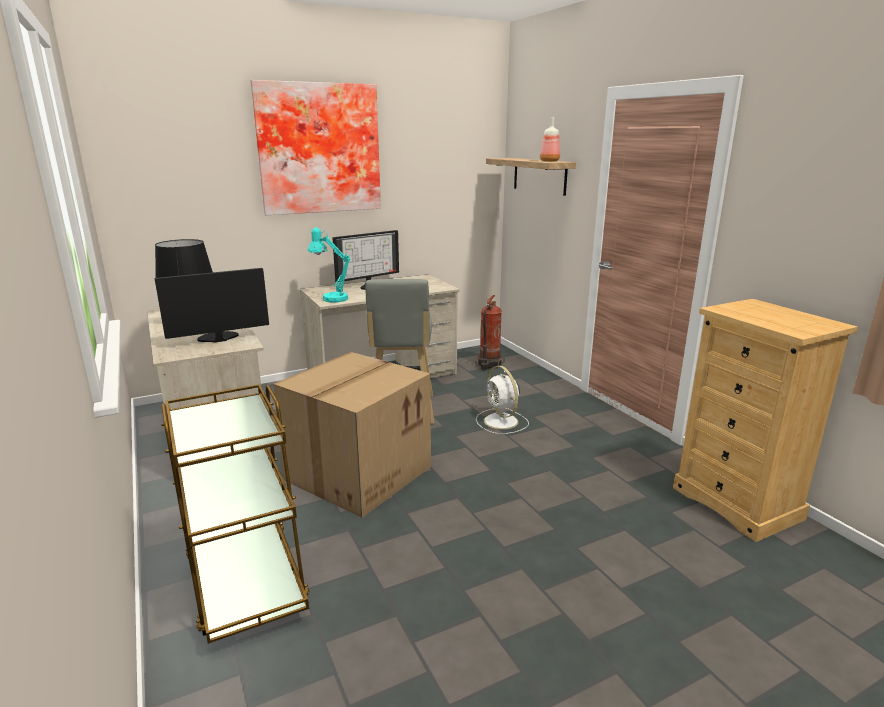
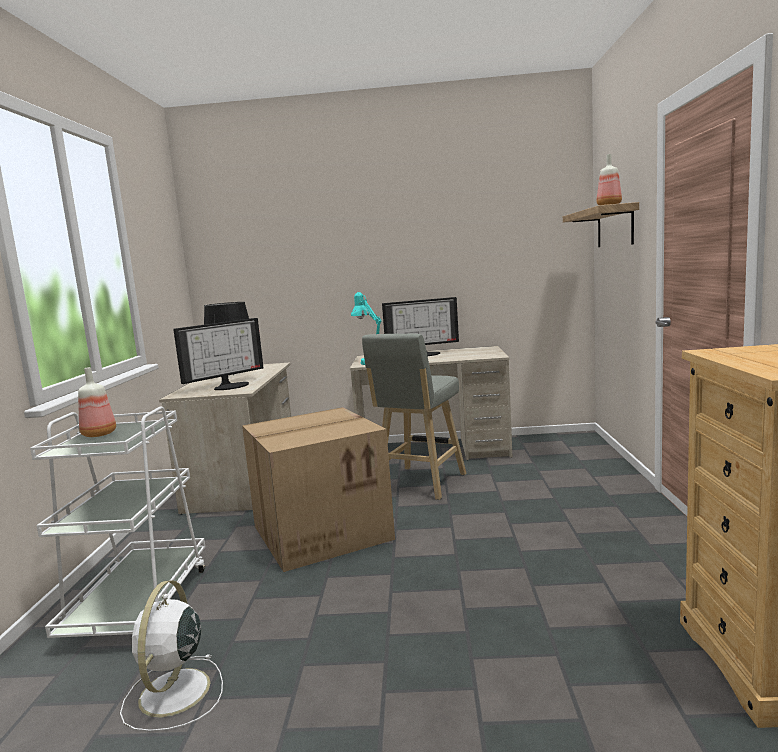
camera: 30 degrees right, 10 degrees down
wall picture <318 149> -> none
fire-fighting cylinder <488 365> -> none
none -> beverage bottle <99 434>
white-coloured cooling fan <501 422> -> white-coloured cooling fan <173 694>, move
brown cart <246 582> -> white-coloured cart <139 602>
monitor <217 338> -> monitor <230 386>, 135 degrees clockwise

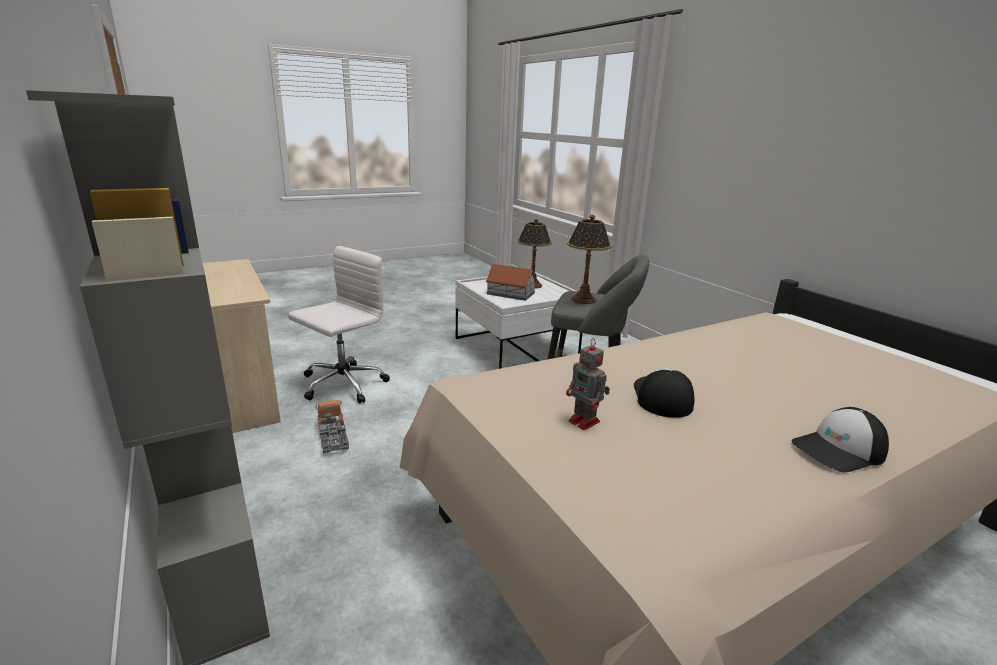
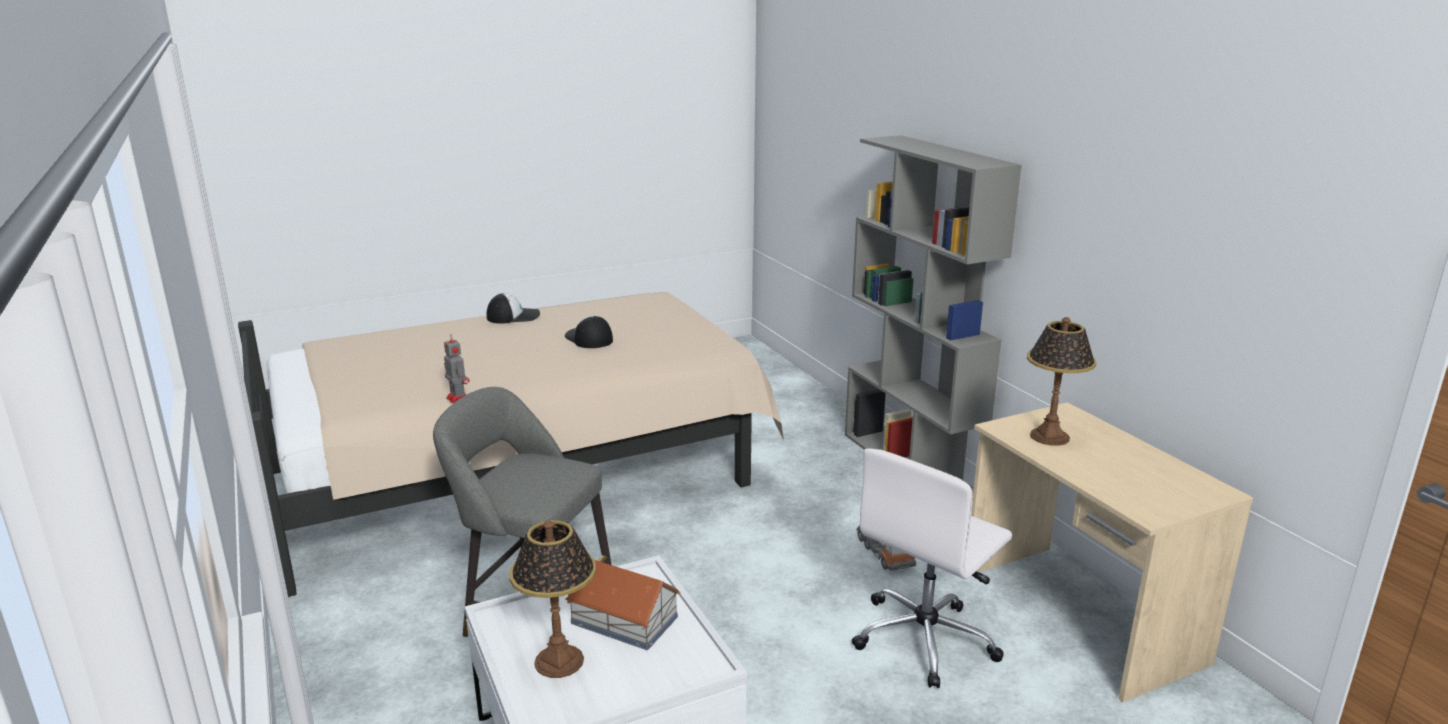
camera: 175 degrees left, 0 degrees up
robot figure <585 422> -> robot figure <457 398>, move
tabletop lamp <583 299> -> tabletop lamp <1050 437>, move
cap <661 397> -> cap <588 339>, 135 degrees clockwise

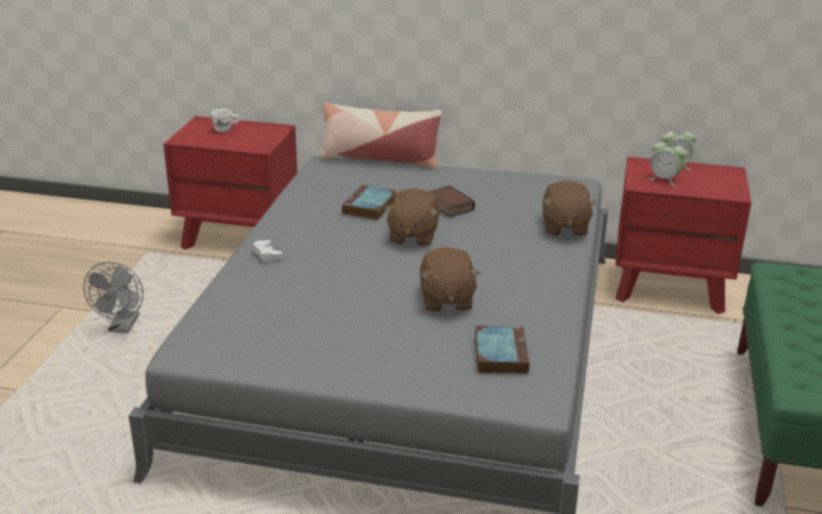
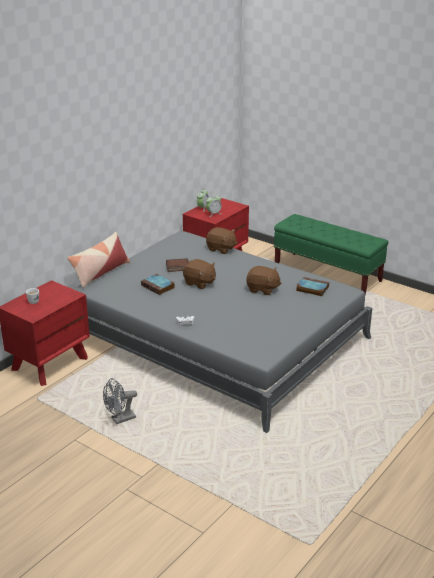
camera: 65 degrees left, 0 degrees up
gray cooling fan <122 327> -> gray cooling fan <120 419>, 120 degrees clockwise

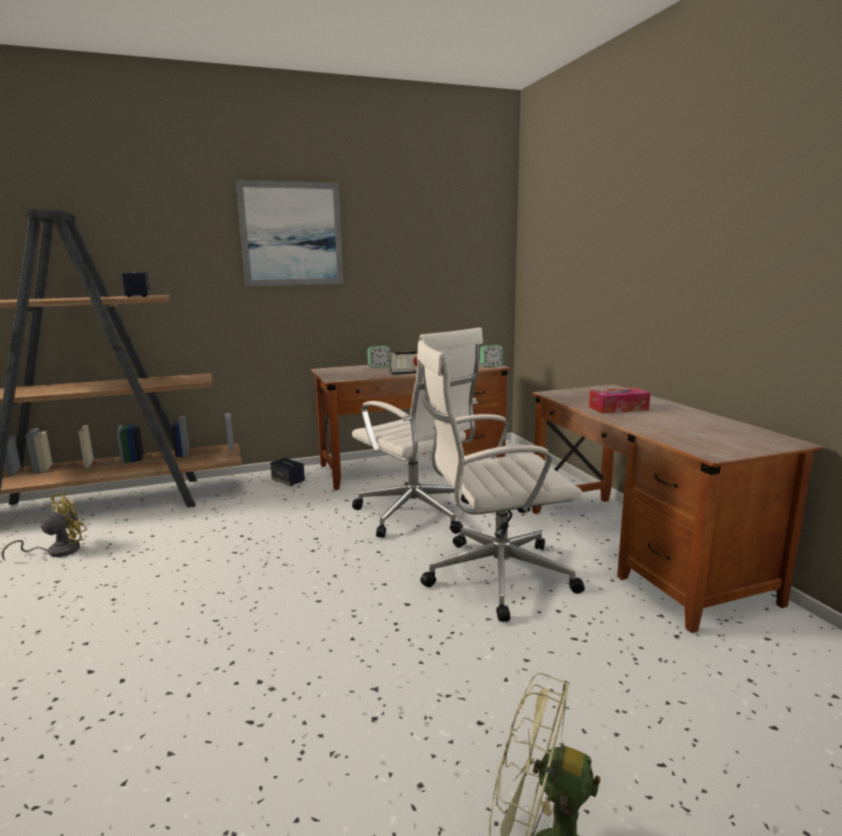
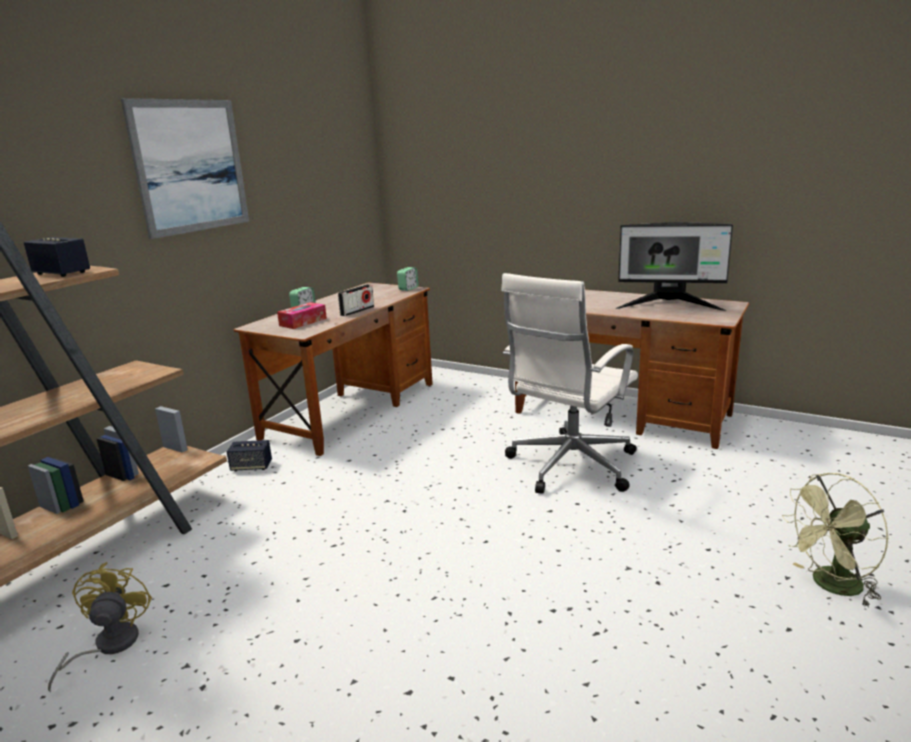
camera: 40 degrees left, 5 degrees up
white-coloured office chair <417 515> -> none
none -> monitor <669 306>
box of tissues <618 408> -> box of tissues <303 322>, move

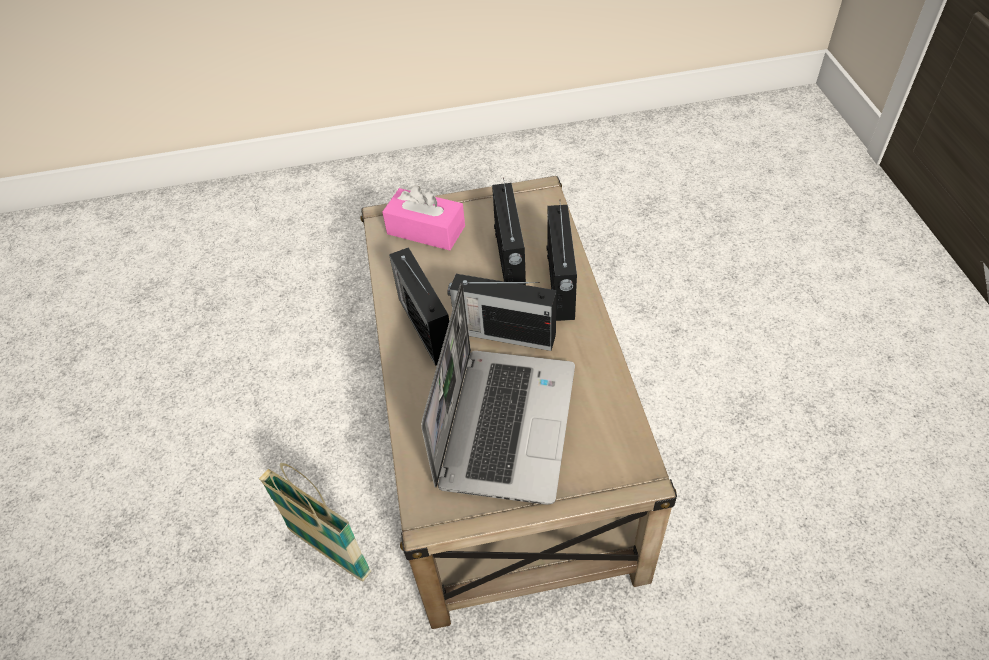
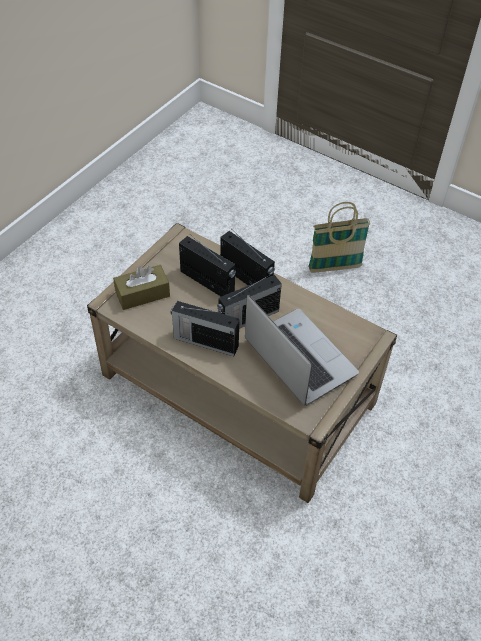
camera: 50 degrees left, 0 degrees up
basket <329 551> -> basket <334 268>, move
pinkish box of tissues <426 230> -> brown box of tissues <142 294>

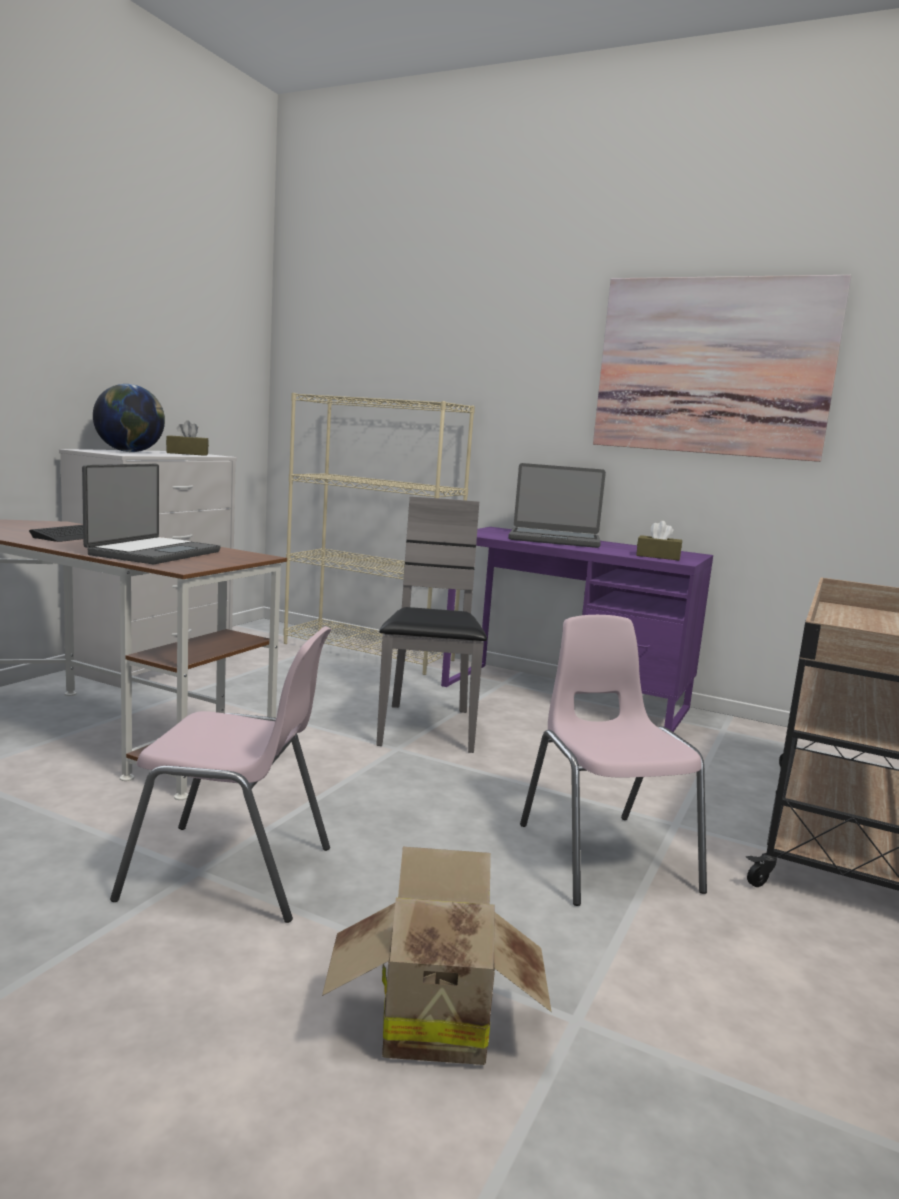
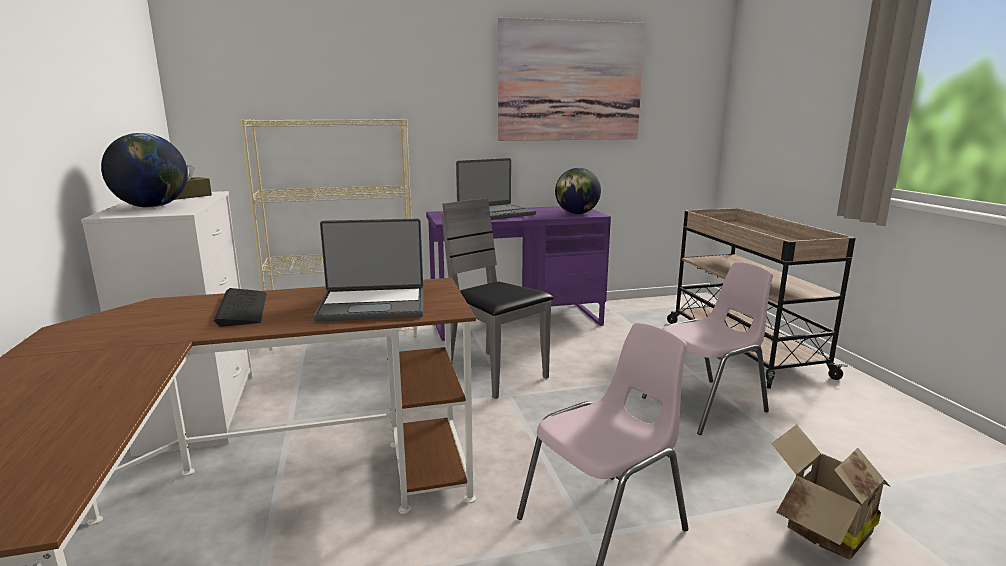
camera: 40 degrees left, 5 degrees up
brown box of tissues <658 556> -> desk globe <577 213>
notebook computer <153 553> -> notebook computer <373 306>, 105 degrees clockwise
pinkish chair <604 855> -> pinkish chair <706 405>, 120 degrees clockwise

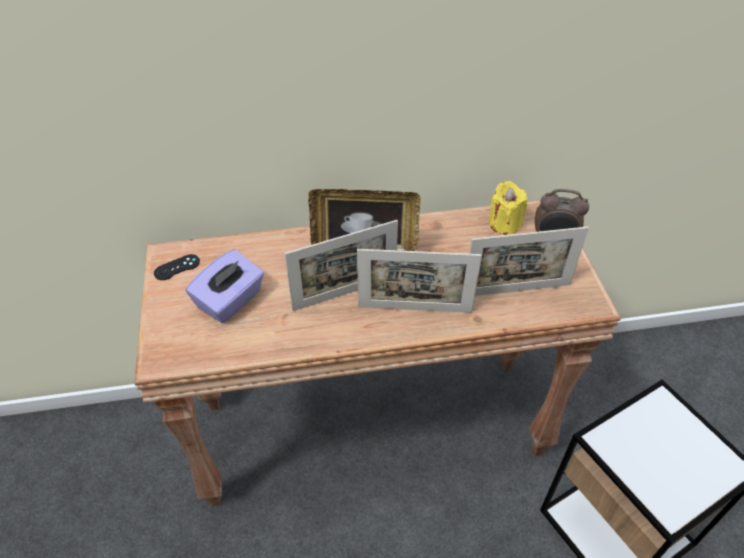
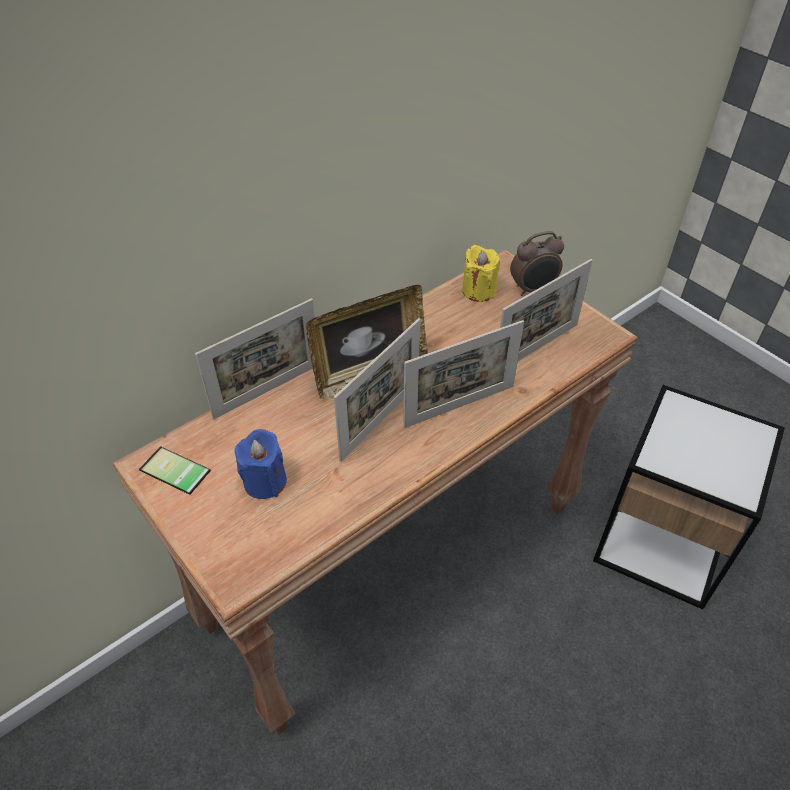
camera: 30 degrees left, 0 degrees up
none -> standing frame <268 390>
black gamepad <177 267> -> handset <172 473>
purple-coloured box of tissues <230 301> -> blue wax light <265 481>

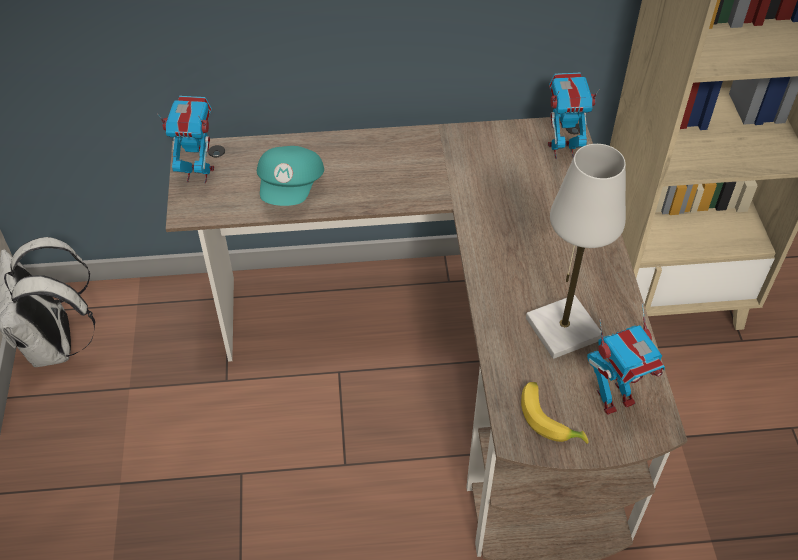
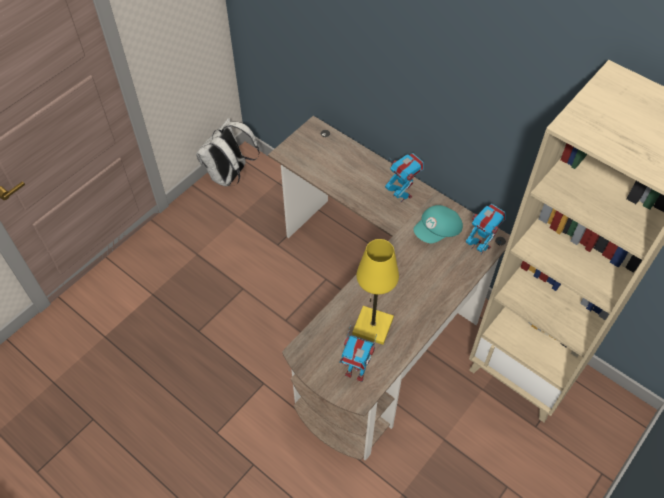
camera: 45 degrees right, 5 degrees up
whole banana <550 418> -> none
robot figure <198 174> -> robot figure <402 195>, move
turquoise-coloured cap <291 188> -> turquoise-coloured cap <438 231>, move
white-coloured tabletop lamp <563 329> -> yellow-coloured tabletop lamp <372 326>

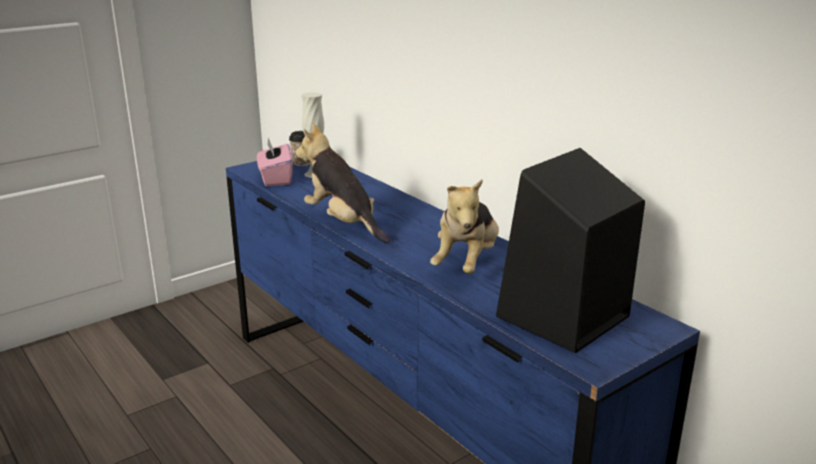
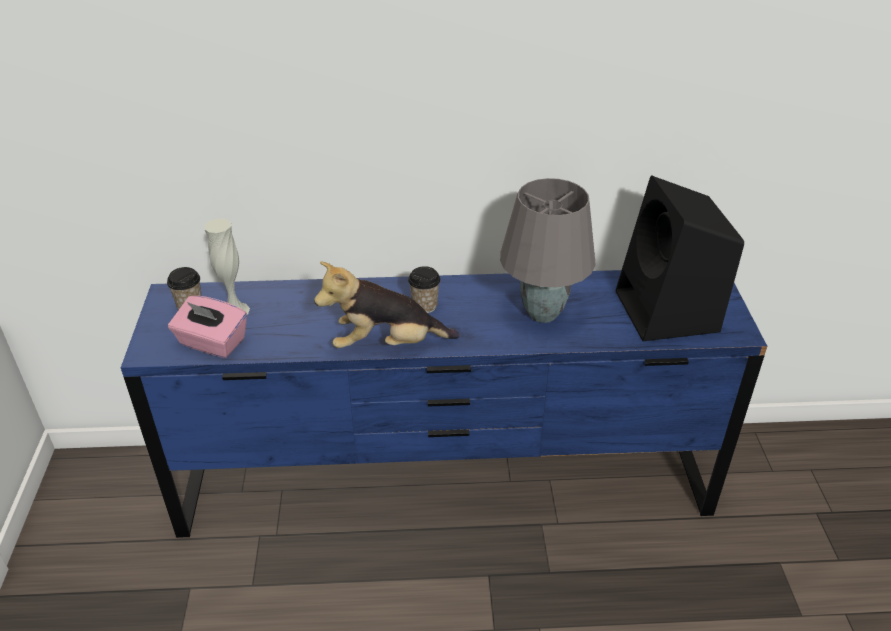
camera: 55 degrees left, 15 degrees up
none -> small cup <424 306>
plush toy <467 263> -> gray tabletop lamp <541 313>

